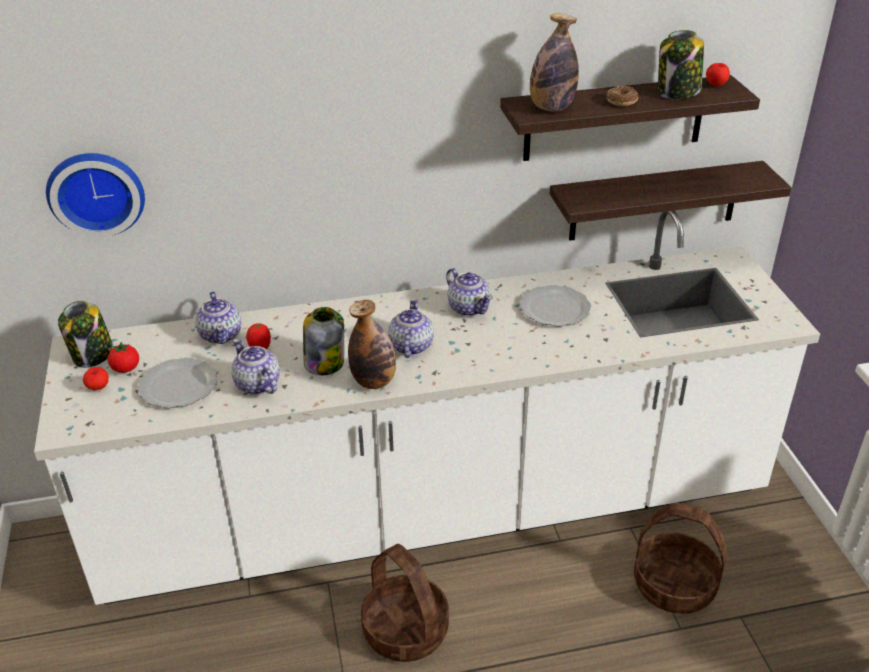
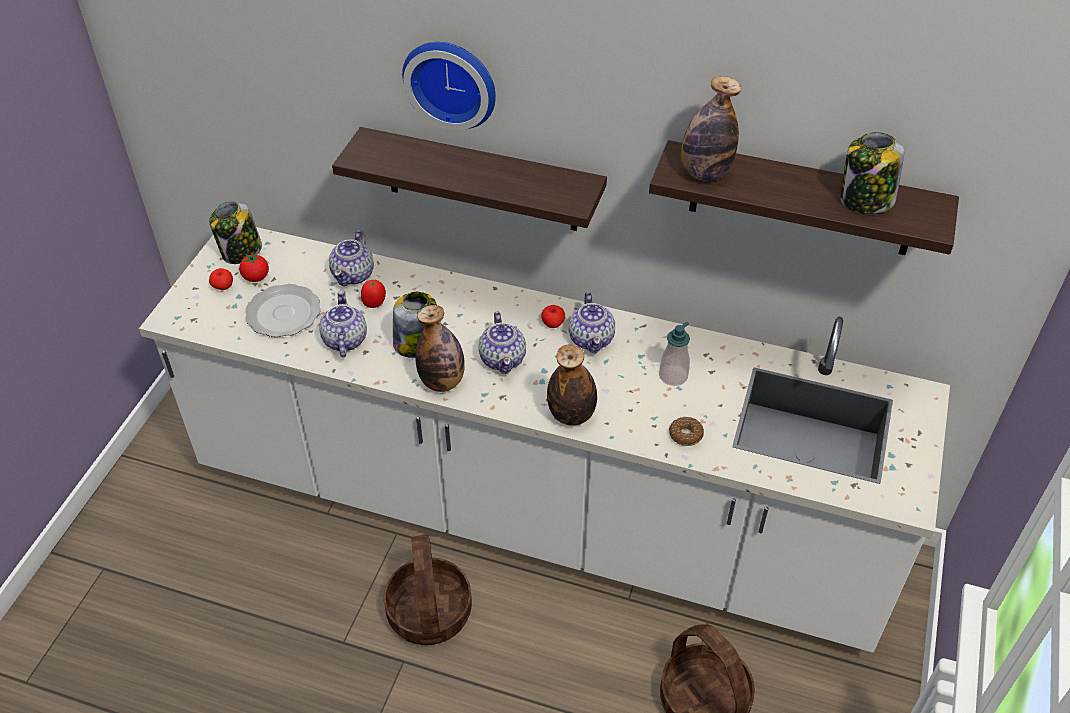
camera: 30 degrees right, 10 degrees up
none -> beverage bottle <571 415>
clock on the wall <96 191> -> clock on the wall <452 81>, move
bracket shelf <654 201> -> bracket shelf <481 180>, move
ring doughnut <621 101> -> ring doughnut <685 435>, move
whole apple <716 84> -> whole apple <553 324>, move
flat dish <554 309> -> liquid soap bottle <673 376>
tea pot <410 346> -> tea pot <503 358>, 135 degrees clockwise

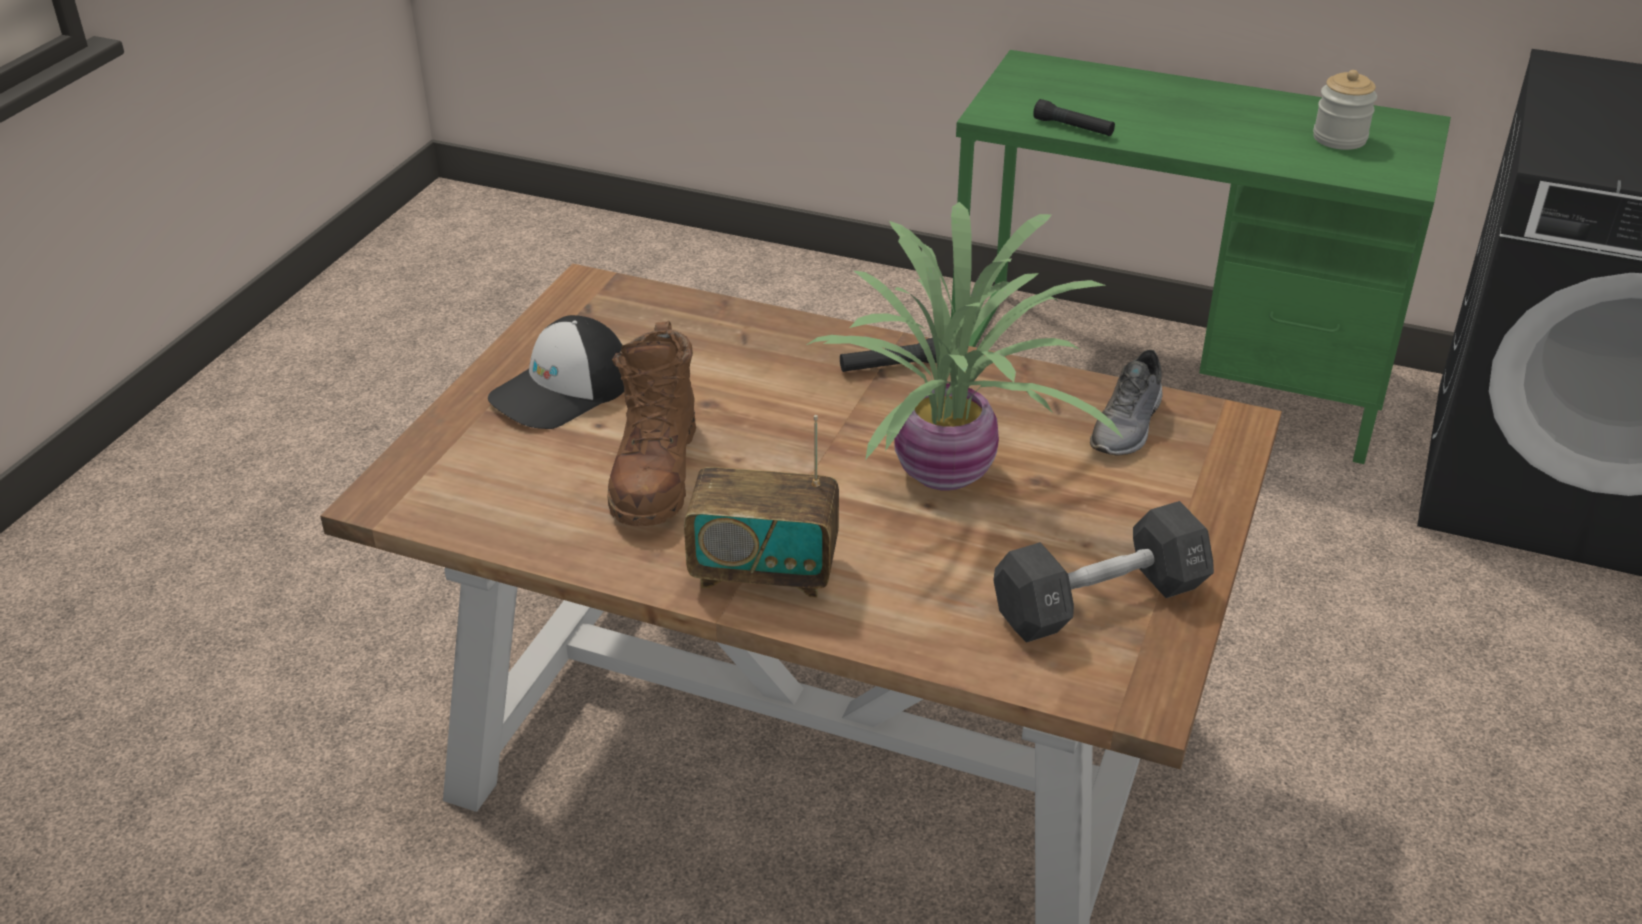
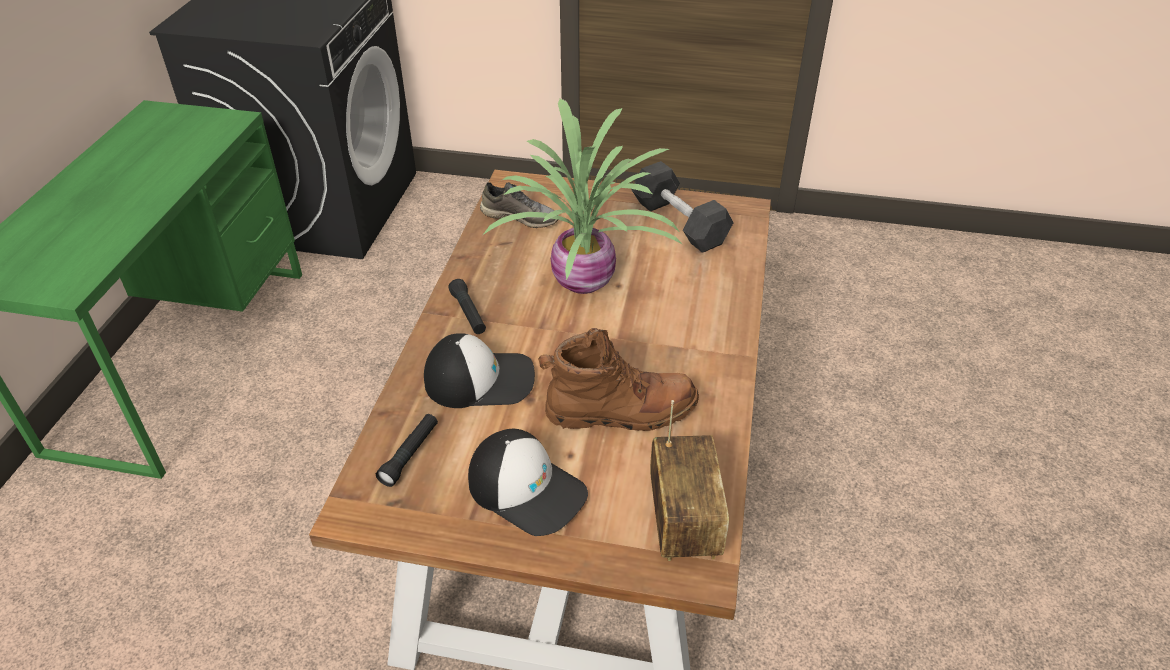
camera: 100 degrees left, 5 degrees up
preserve jar <1339 138> -> none
none -> cap <480 379>
radio <764 571> -> radio <683 522>, move
black hand torch <1073 128> -> black hand torch <410 455>, move

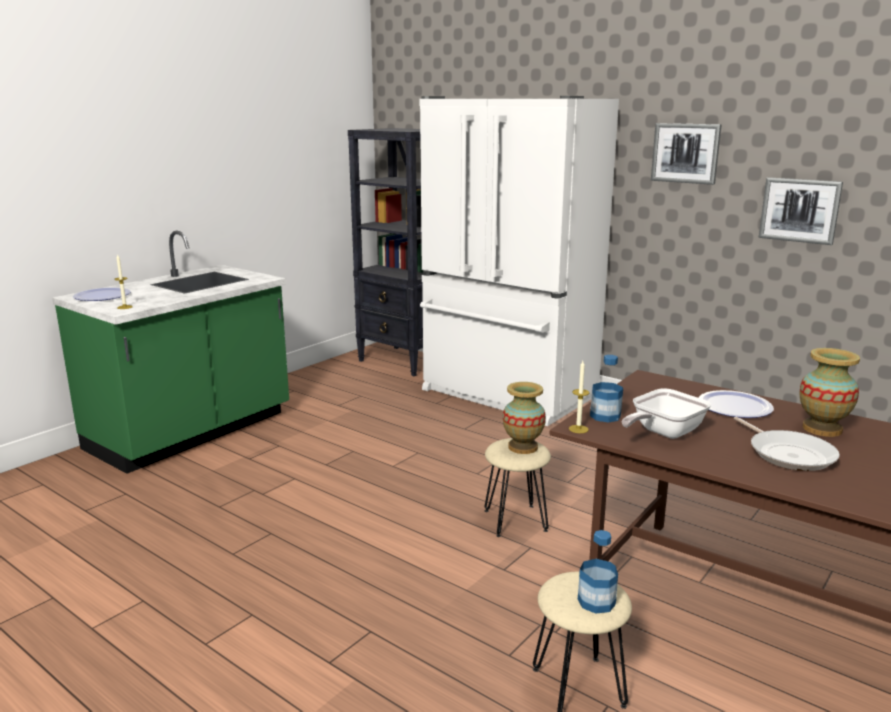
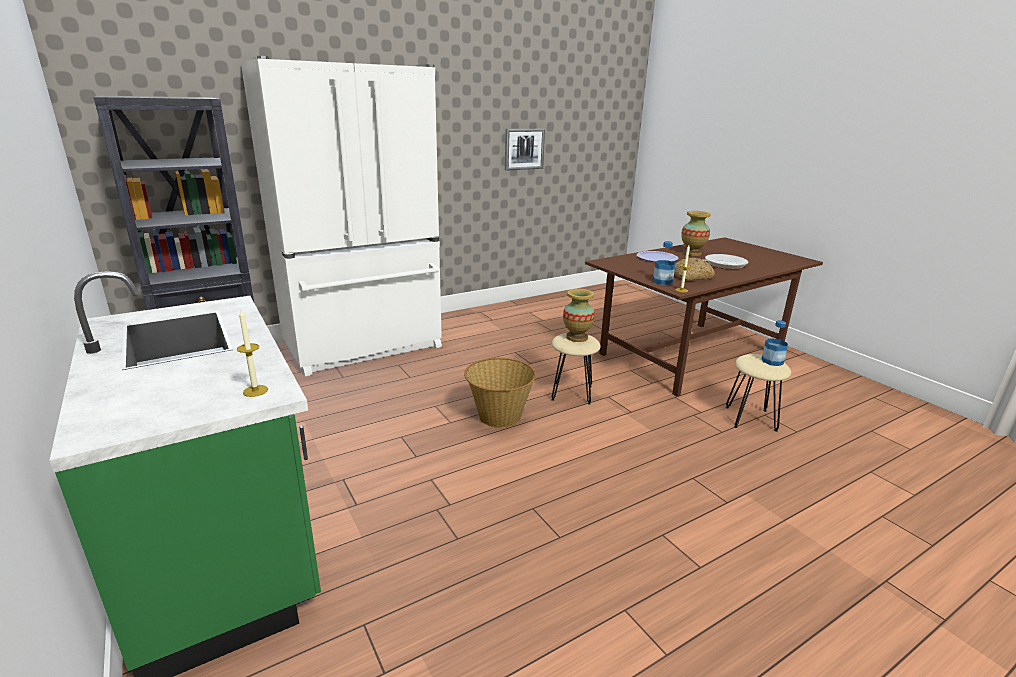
camera: 70 degrees left, 5 degrees up
flat dish <102 296> -> none
wall picture <685 153> -> none
none -> basket <499 417>
pan <663 433> -> bakery bread <691 276>

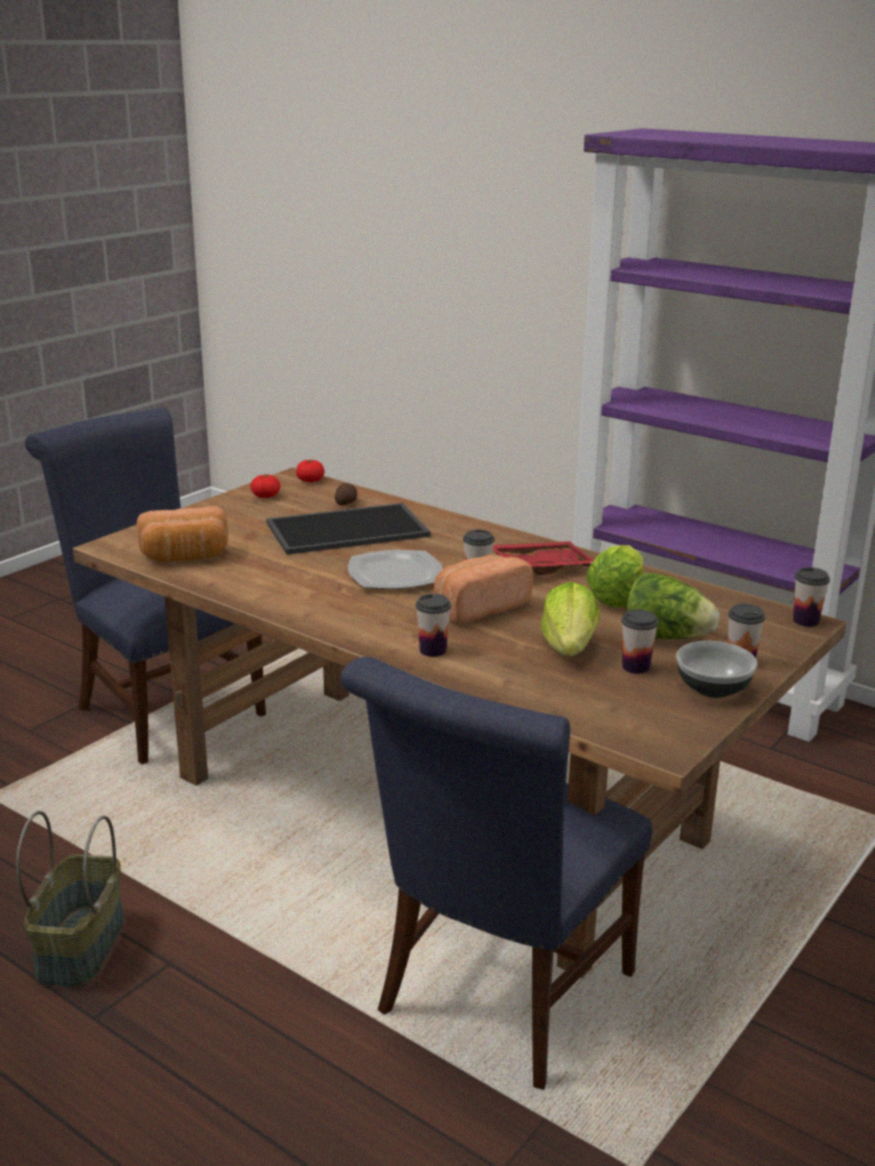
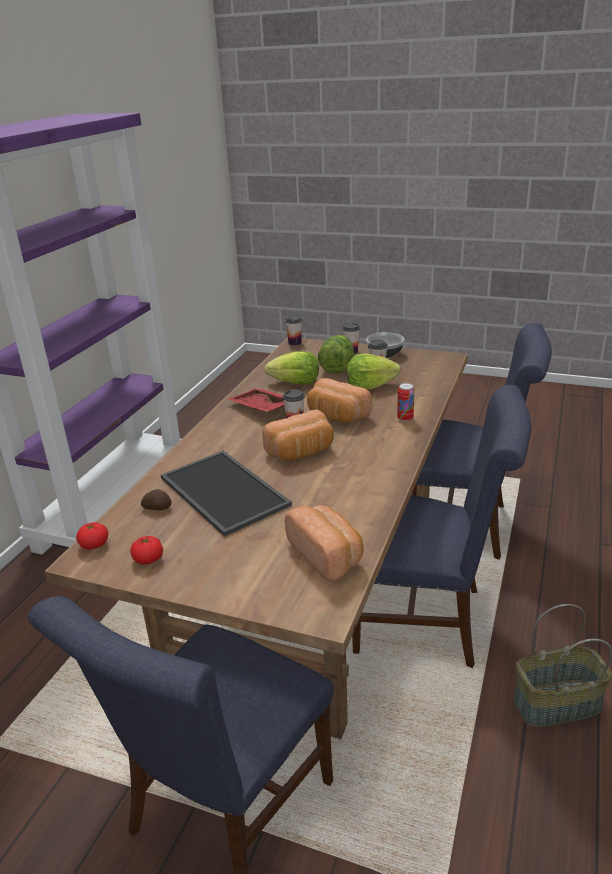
camera: 105 degrees left, 5 degrees up
none -> blue chair <428 620>
flat dish <395 573> -> bakery bread <302 452>
small cup <432 650> -> sealed can <405 419>

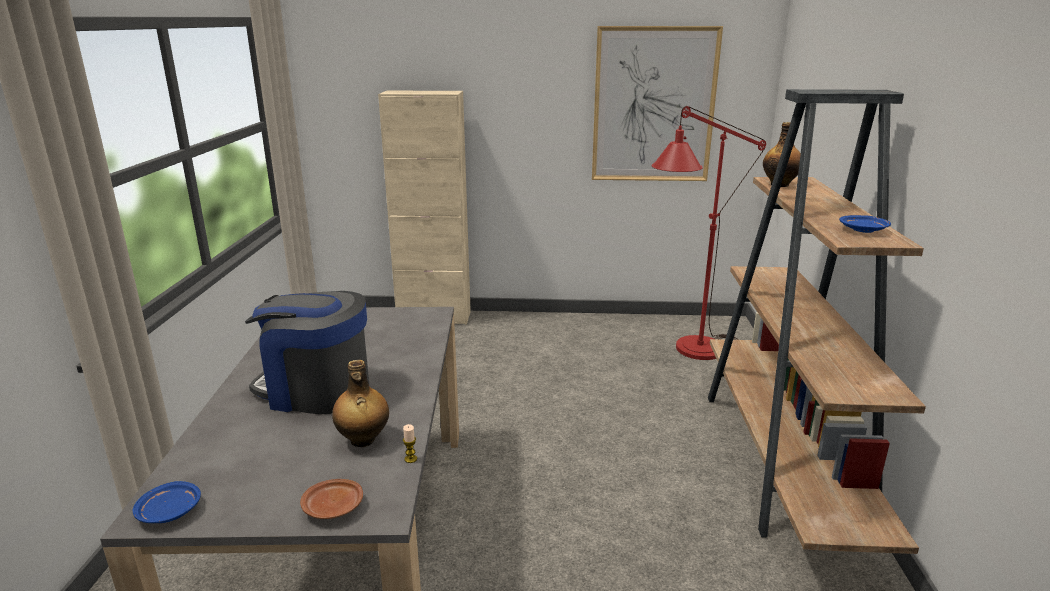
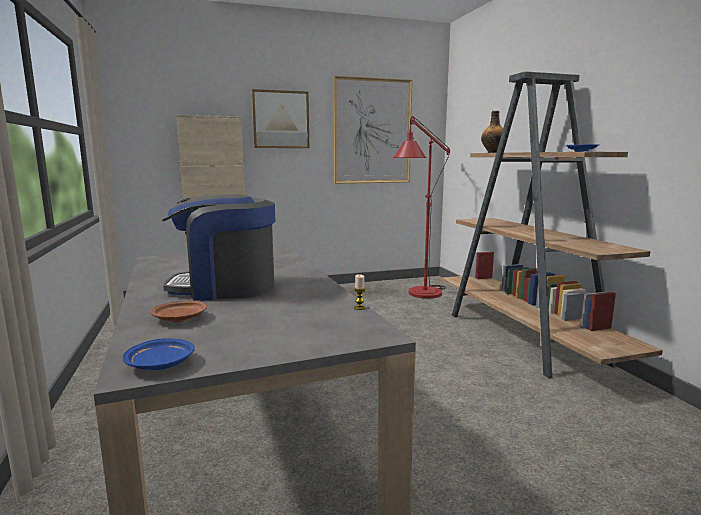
camera: 20 degrees left, 10 degrees down
beverage bottle <363 440> -> none
none -> wall picture <281 119>
brown flat dish <334 508> -> brown flat dish <181 319>, move

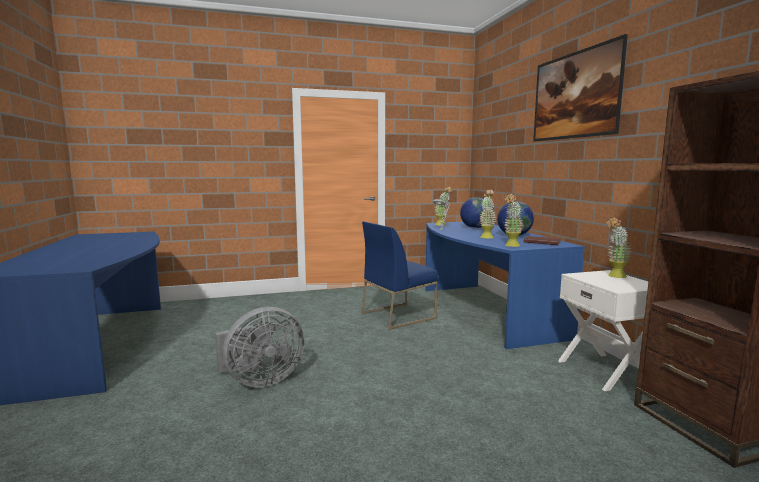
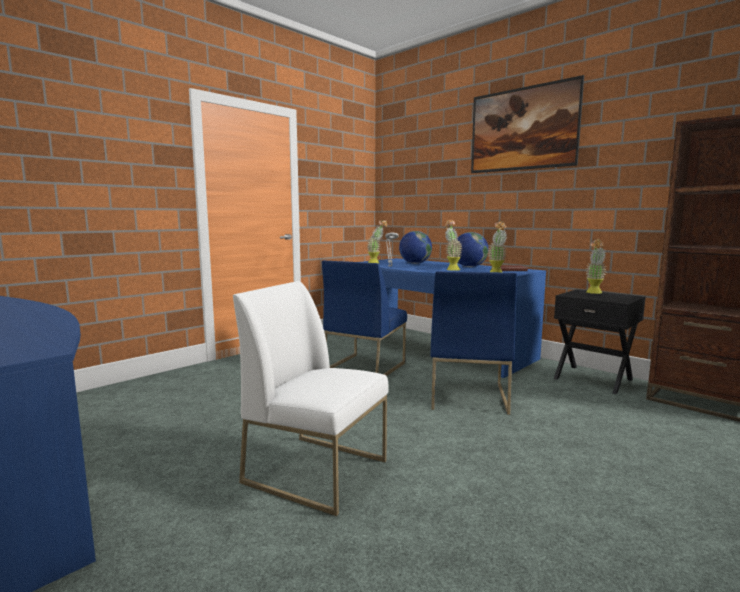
camera: 30 degrees left, 0 degrees up
none -> blue chair <467 395>
gray cooling fan <260 380> -> white-coloured chair <317 471>
white-coloured nightstand <605 371> -> black nightstand <593 378>

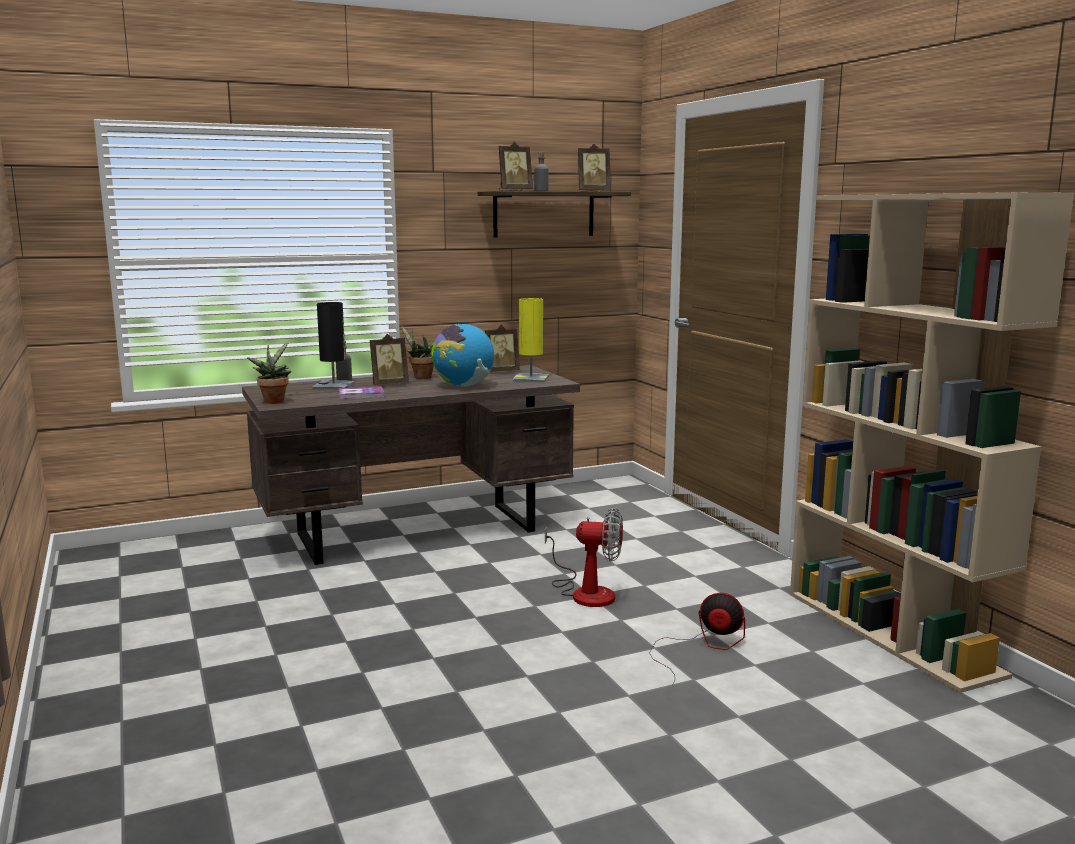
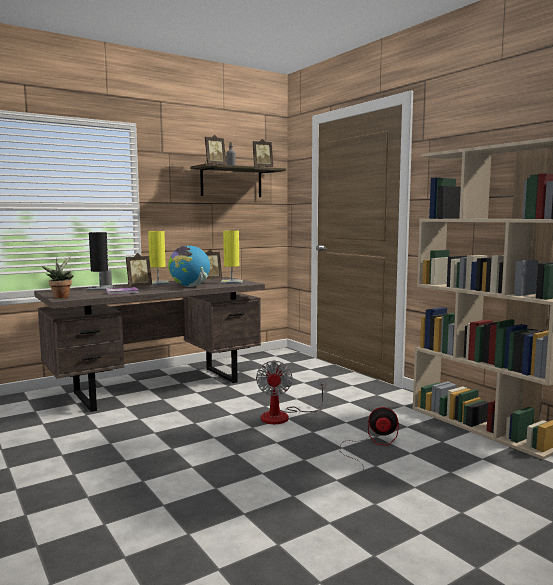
camera: 10 degrees left, 5 degrees down
houseplant <420 377> -> yellow-coloured tabletop lamp <158 283>
cooling fan <585 592> -> cooling fan <283 416>, 90 degrees clockwise

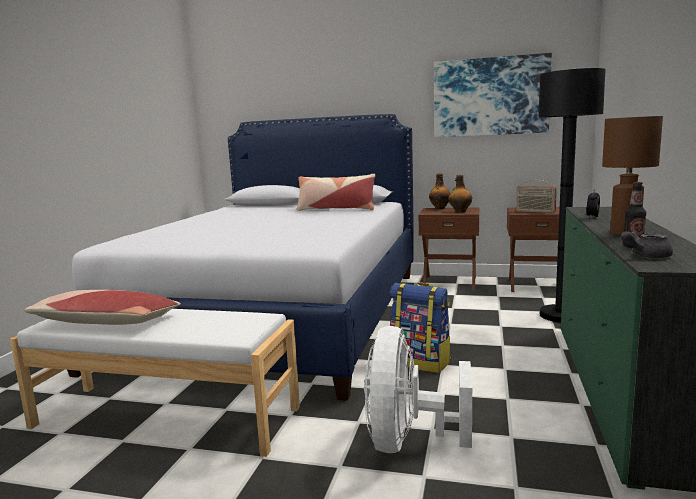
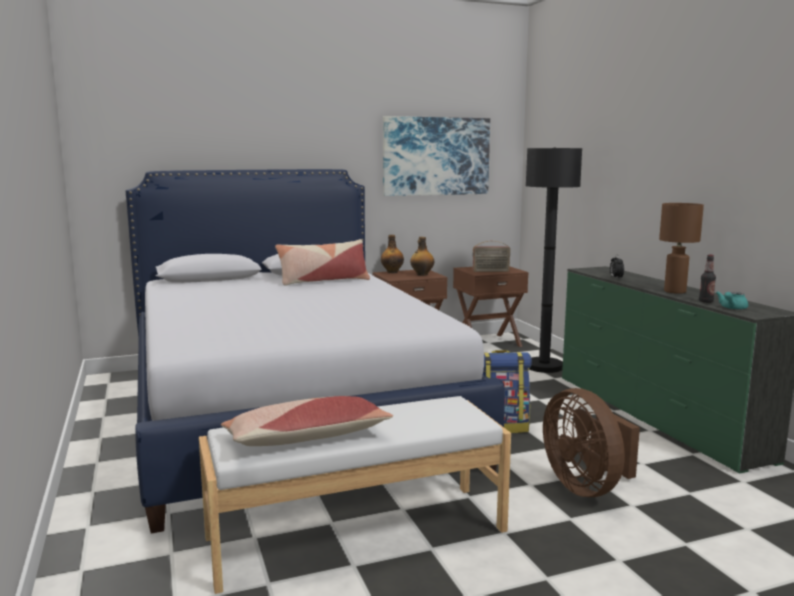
camera: 35 degrees left, 0 degrees up
white-coloured cooling fan <408 441> -> brown cooling fan <586 487>
gray tea pot <645 256> -> turquoise-coloured tea pot <731 308>

